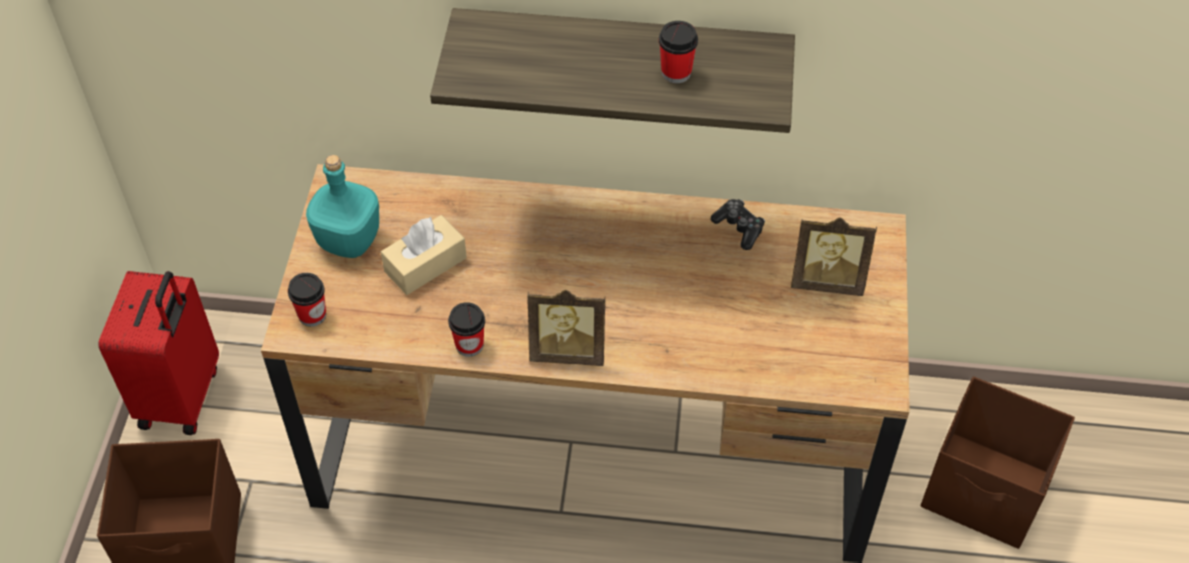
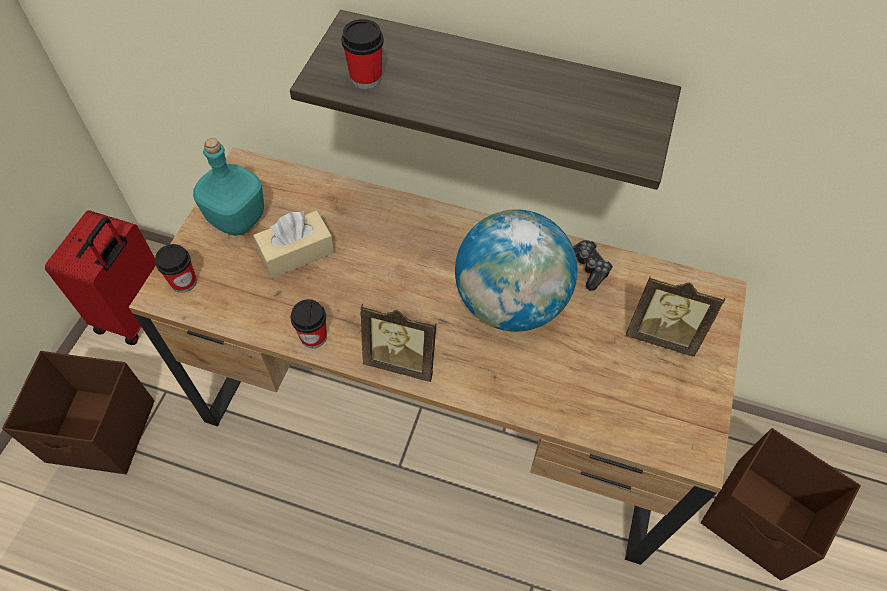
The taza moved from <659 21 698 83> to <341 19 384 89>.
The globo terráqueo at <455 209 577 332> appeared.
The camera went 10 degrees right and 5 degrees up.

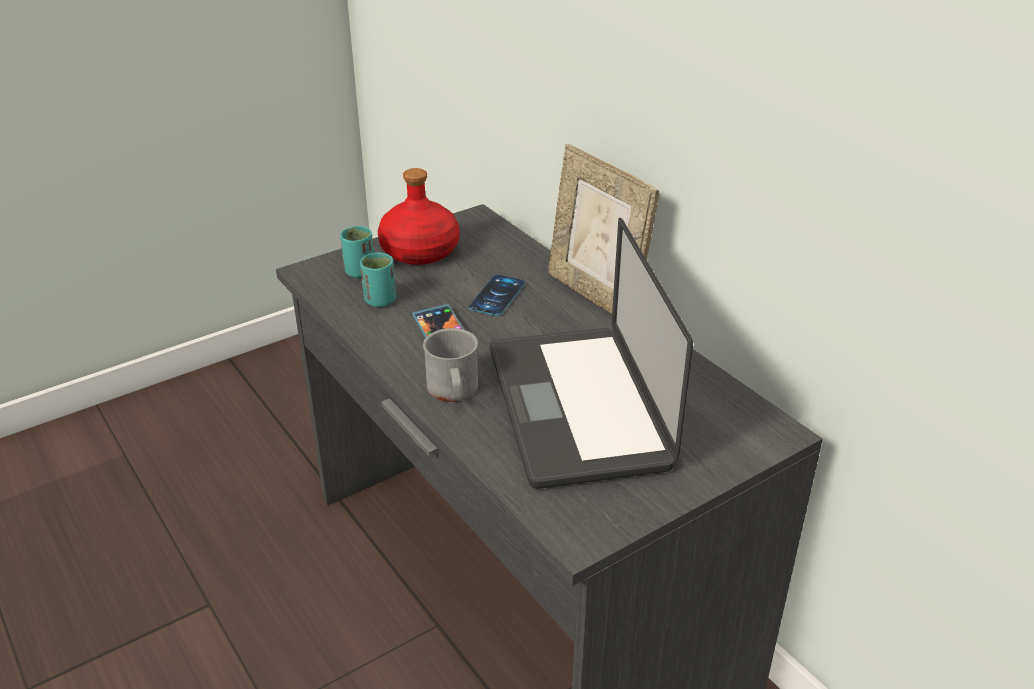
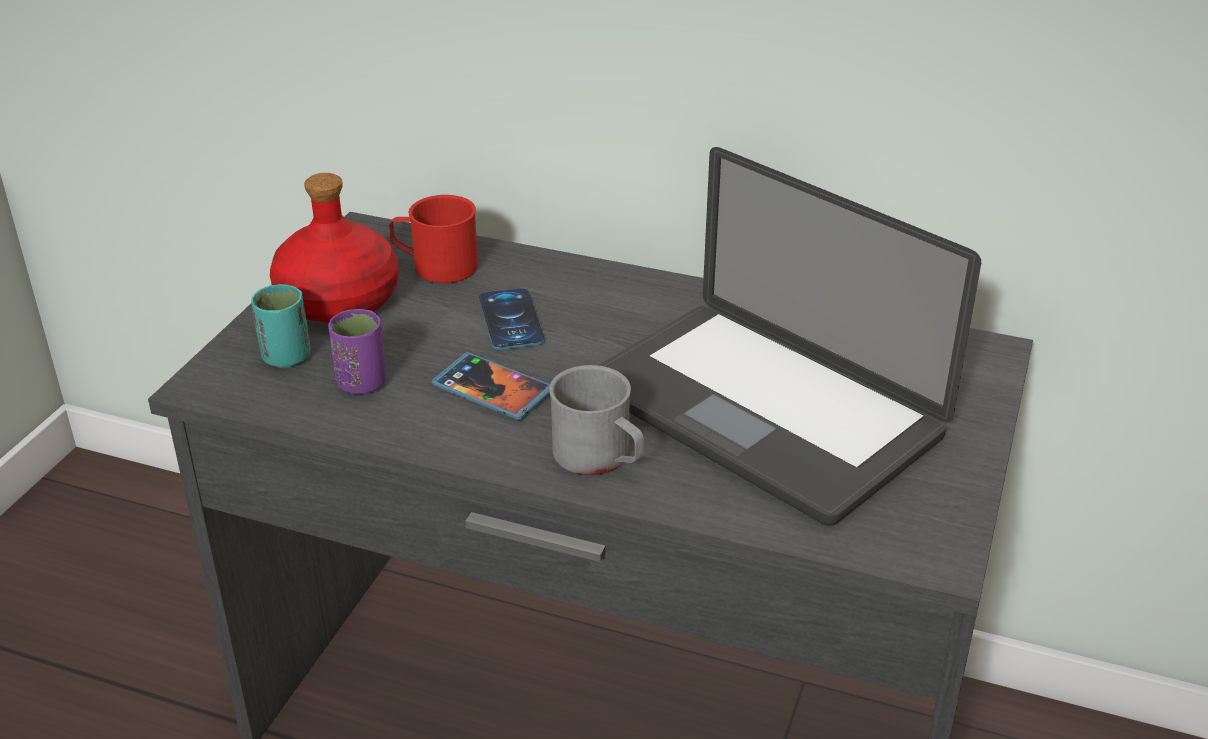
The taza [turquesa] at <360 253 396 307> became the taza [morado] at <328 309 386 394>.
The taza grande [rojo] at <389 195 478 283> appeared.
The portarretratos at <548 144 659 314> disappeared.
The camera went 35 degrees left and 0 degrees up.

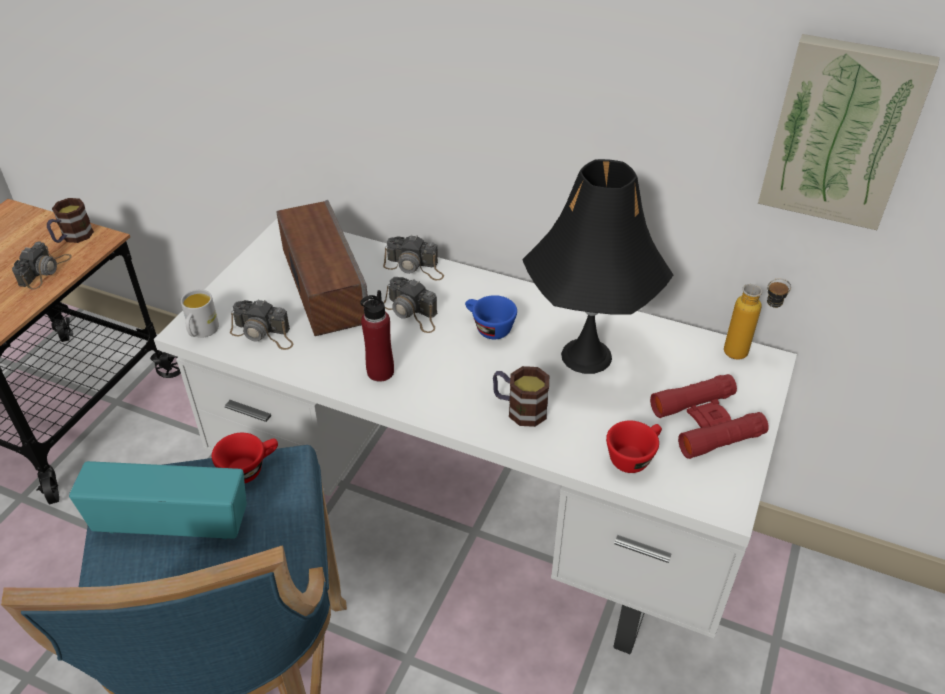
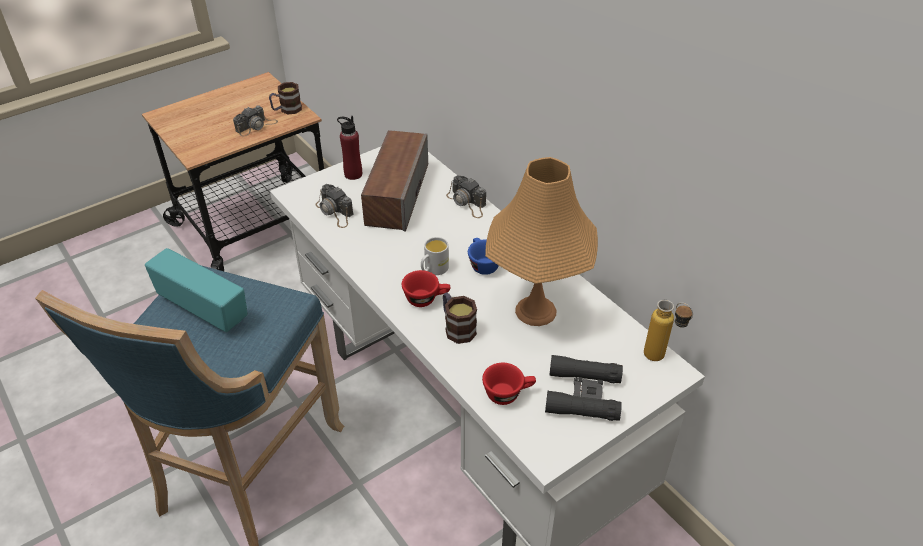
The botella [rojo] moved from <360 290 394 382> to <337 116 362 180>.
The taza [rojo] moved from <212 433 278 483> to <402 270 451 307>.
The taza grande [blanco] moved from <181 289 219 338> to <421 237 449 275>.
The lámpara de mesa [negro] at <522 159 673 374> became the lámpara de mesa [naranja] at <485 157 598 326>.
The prismáticos [rojo] at <650 374 769 459> became the prismáticos [negro] at <545 355 623 421>.
The cámara at <384 277 438 333> disappeared.
The cuadro at <758 34 940 230> disappeared.
The camera went 30 degrees right and 0 degrees up.

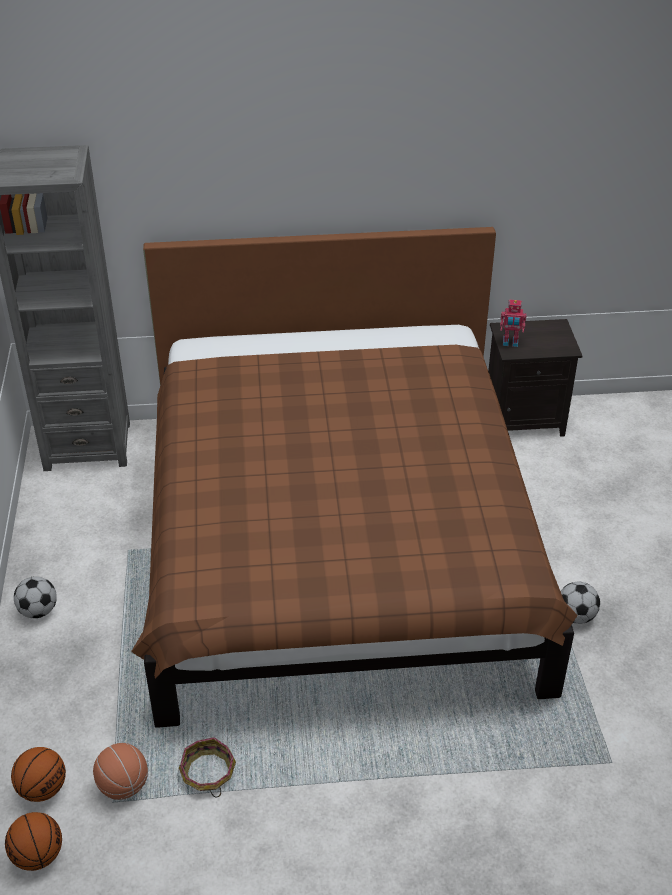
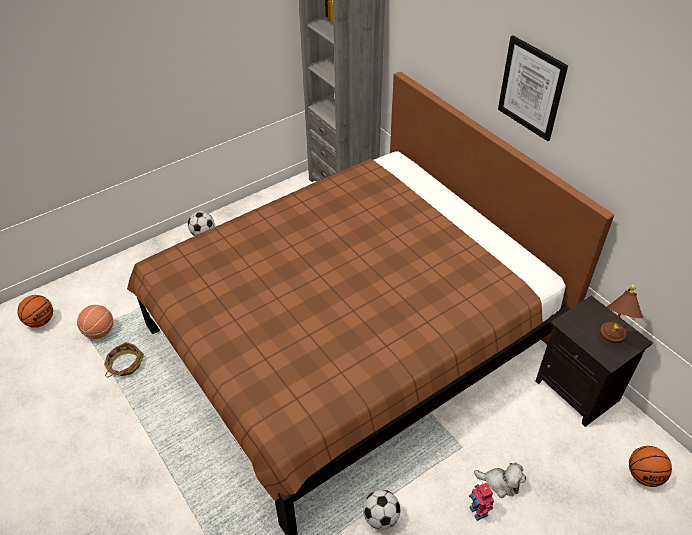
The robot de juguete moved from <500 300 527 347> to <469 482 494 521>.
The peluche at <474 463 526 498> appeared.
The cuadro at <498 36 568 141> appeared.
The lámpara de mesa [marrón] at <600 285 643 343> appeared.
The balón de baloncesto moved from <11 747 66 802> to <629 446 672 487>.
The camera went 60 degrees right and 5 degrees up.

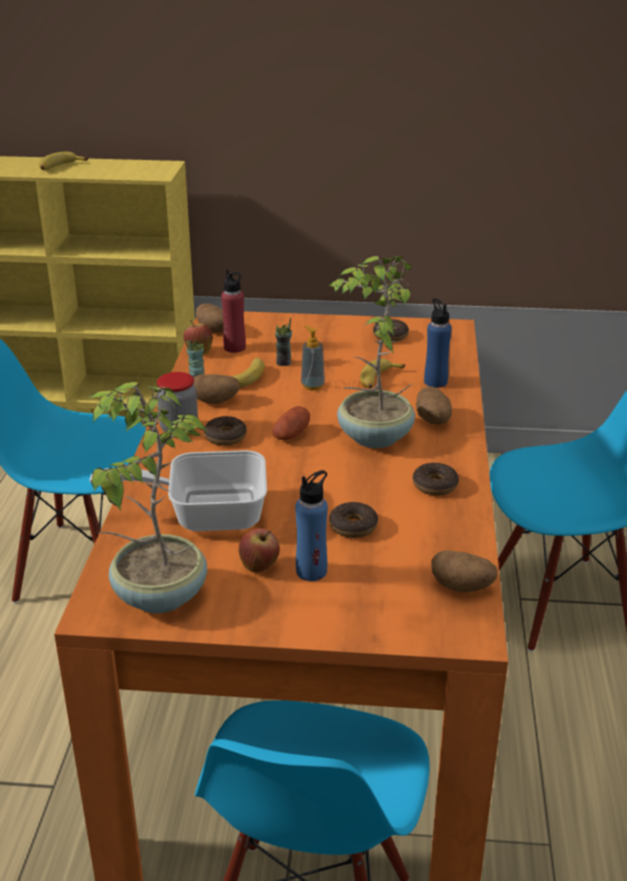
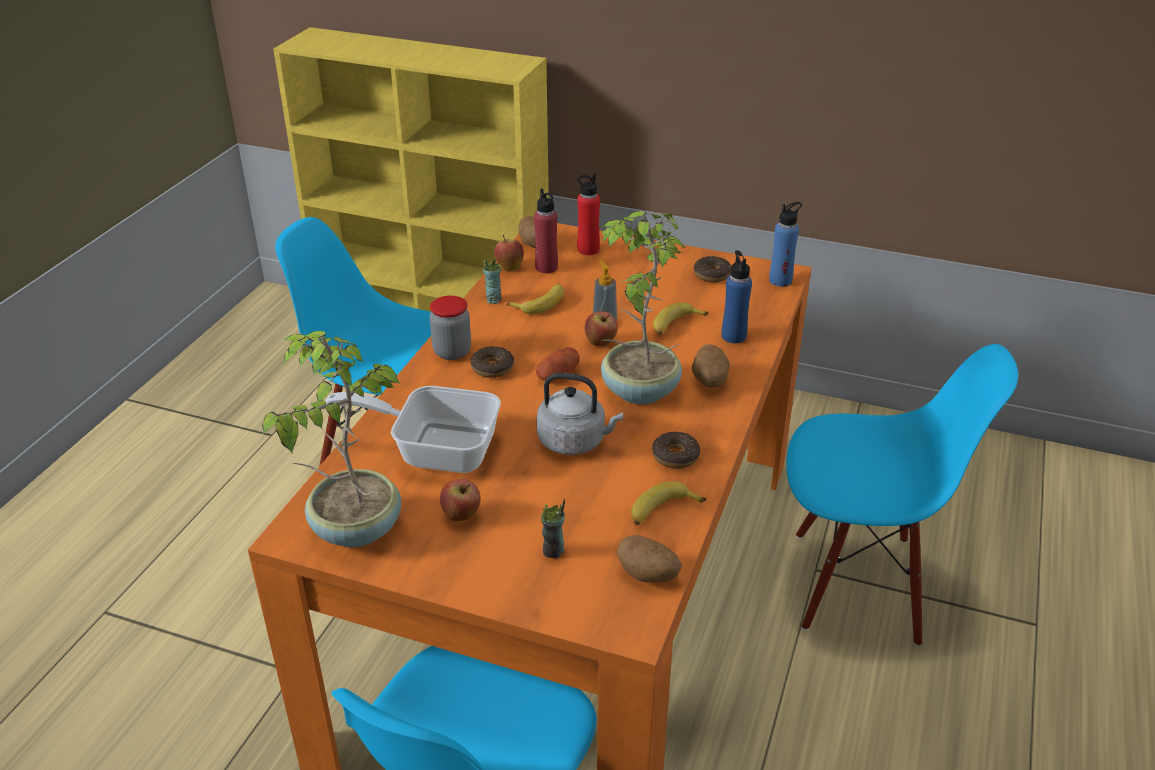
The hervidor [gris] at <537 373 623 455> appeared.
The taza moved from <275 318 292 366> to <541 498 565 559>.
The botella [rojo] at <577 173 600 255> appeared.
The manzana at <585 311 618 346> appeared.
The plátano moved from <39 152 88 170> to <631 481 706 525>.
The botella [azul] moved from <295 470 328 581> to <769 202 802 287>.
The patata at <193 374 240 404> disappeared.
The rosquilla at <329 502 378 538> disappeared.
The camera went 15 degrees right and 5 degrees up.

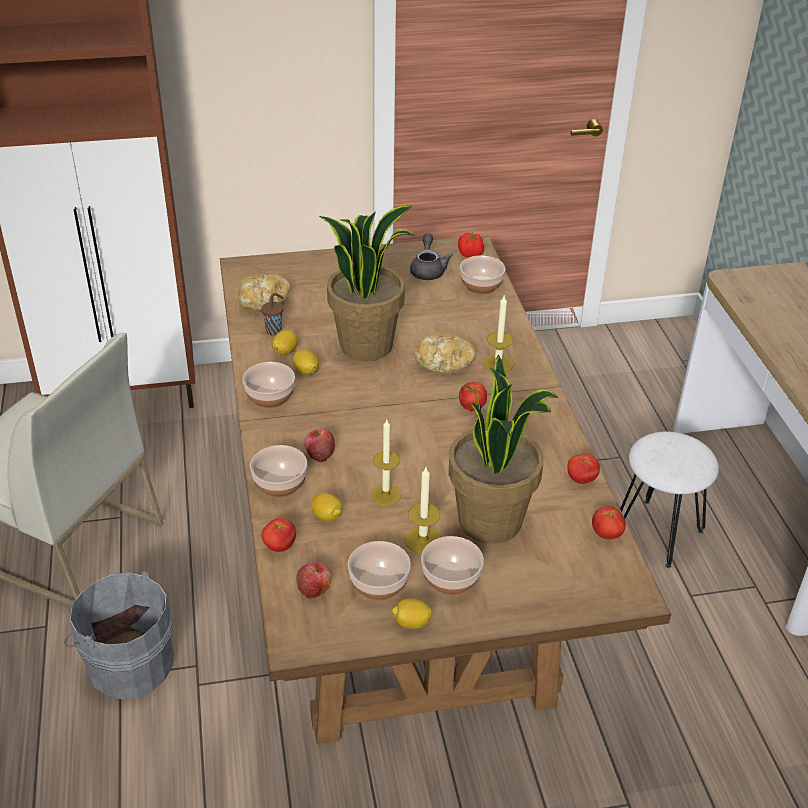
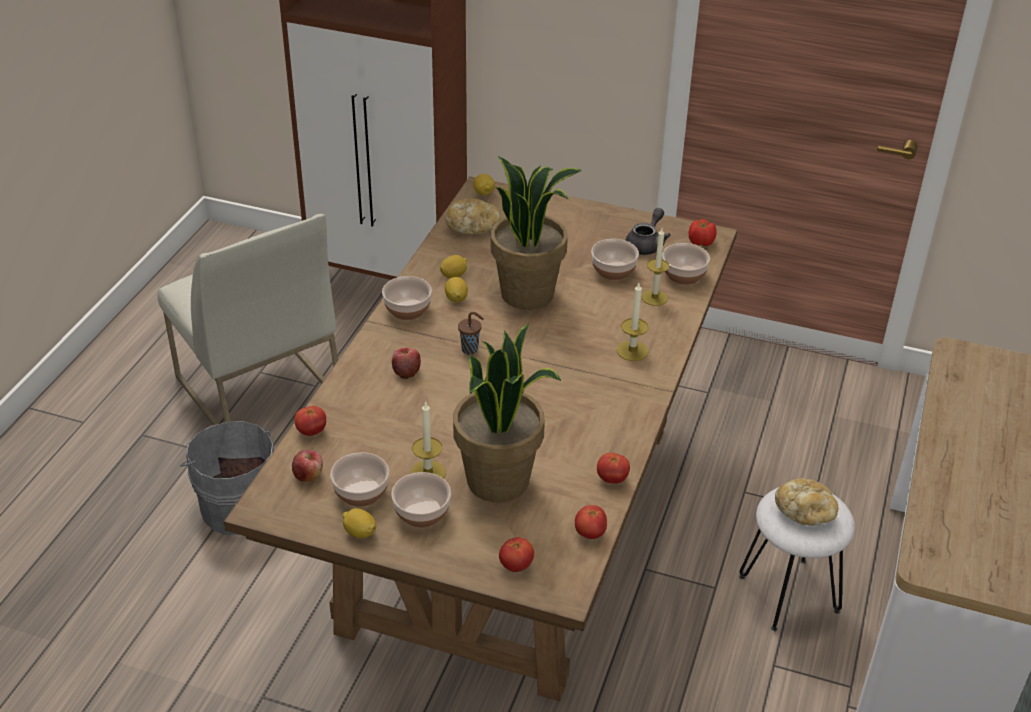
The taza [marrón] moved from <261 293 284 336> to <458 312 484 355>.
The limón moved from <311 493 342 522> to <473 174 495 196>.
The tomate moved from <459 382 487 411> to <499 537 534 572>.
The cuenco moved from <250 445 307 498> to <591 239 639 280>.
The vela moved from <371 420 401 506> to <642 228 669 306>.
The pan moved from <414 332 476 374> to <775 478 839 526>.
The camera went 30 degrees right and 0 degrees up.

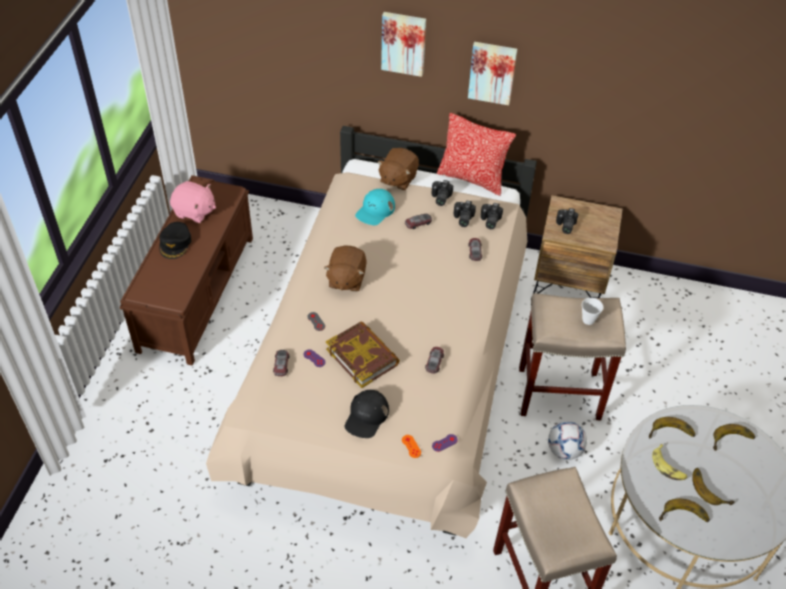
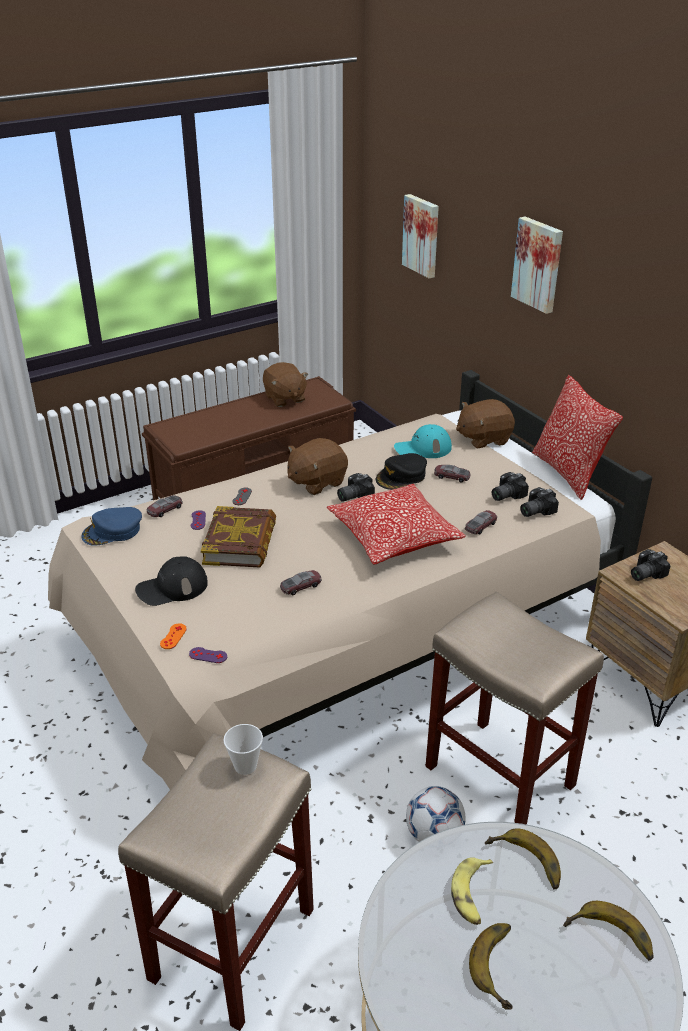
The gorra [azul] at <81 507 142 546> appeared.
The taza moved from <582 298 603 325> to <223 724 263 775>.
The peluche [rosa] at <170 181 216 223> became the peluche [marrón] at <263 362 308 407>.
The cojín at <327 484 466 565> appeared.
The cámara moved from <432 180 453 206> to <337 473 375 502>.
The gorra [negro] moved from <159 222 192 259> to <376 453 427 490>.
The cuadro moved from <468 42 517 105> to <402 194 439 279>.
The plátano at <659 499 710 522> disappeared.
The camera went 45 degrees right and 15 degrees down.

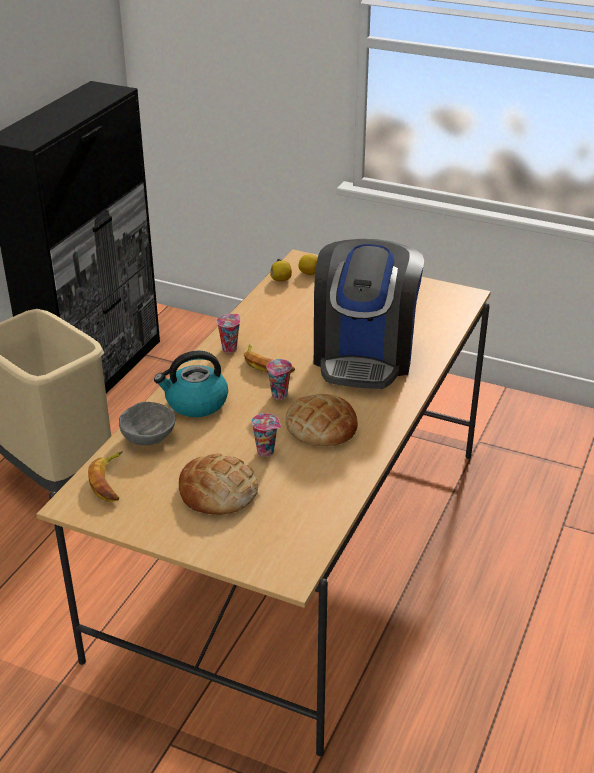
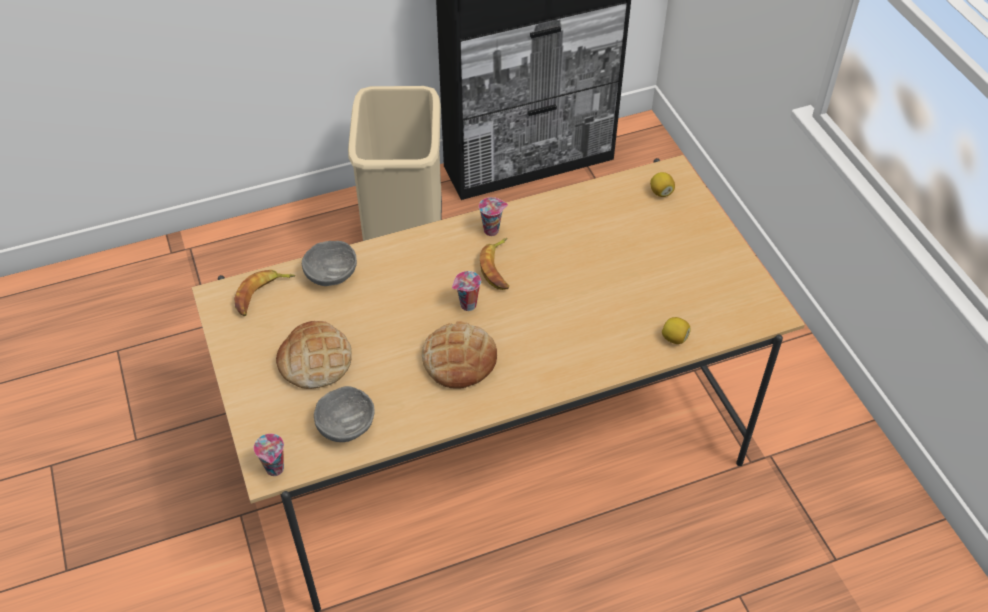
The taza moved from <251 413 281 457> to <254 434 284 476>.
The cuenco [gris] at <314 386 375 442> appeared.
The limón moved from <270 260 292 281> to <662 317 691 344>.
The hervidor at <154 350 228 417> disappeared.
The cafetera at <314 239 424 389> disappeared.
The camera went 45 degrees right and 15 degrees up.

